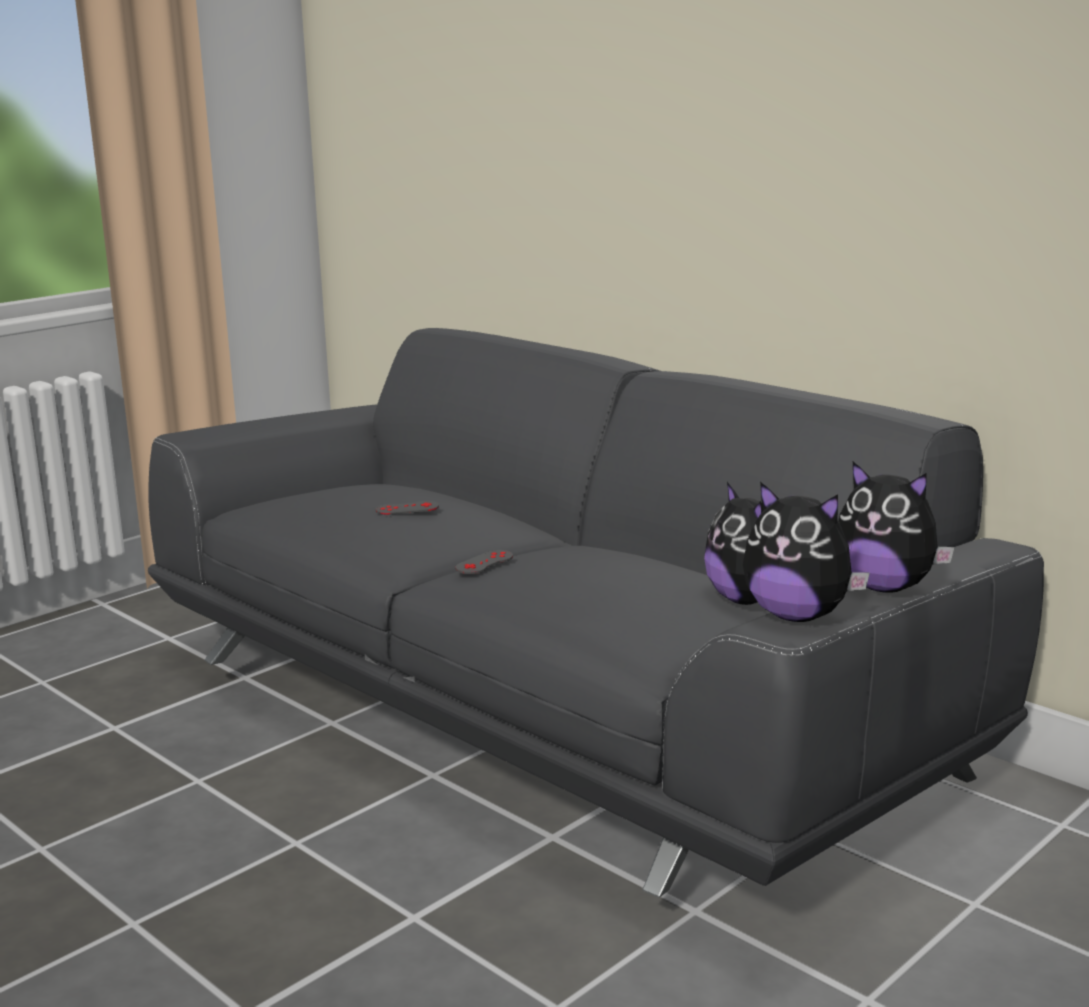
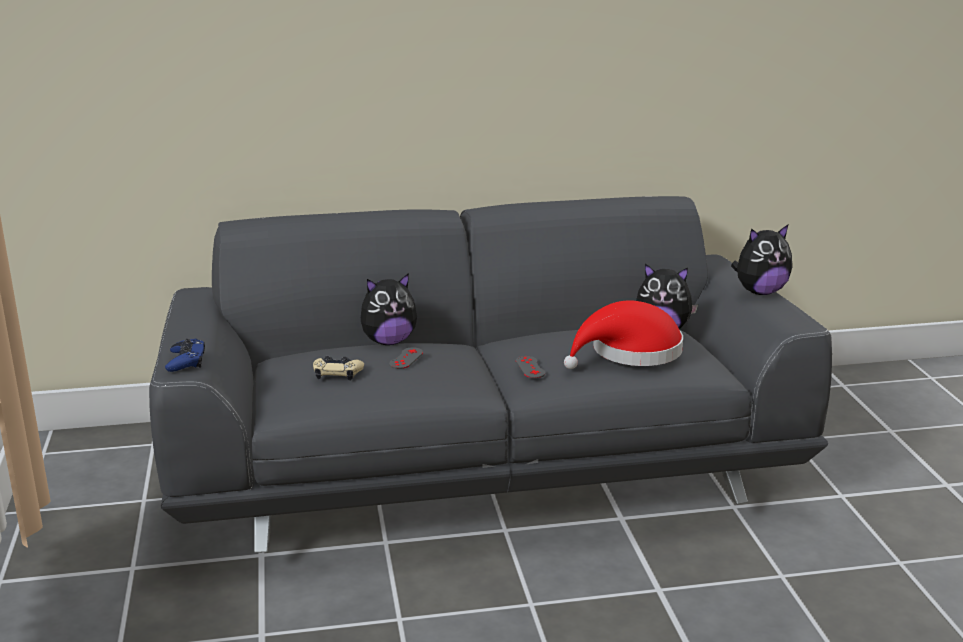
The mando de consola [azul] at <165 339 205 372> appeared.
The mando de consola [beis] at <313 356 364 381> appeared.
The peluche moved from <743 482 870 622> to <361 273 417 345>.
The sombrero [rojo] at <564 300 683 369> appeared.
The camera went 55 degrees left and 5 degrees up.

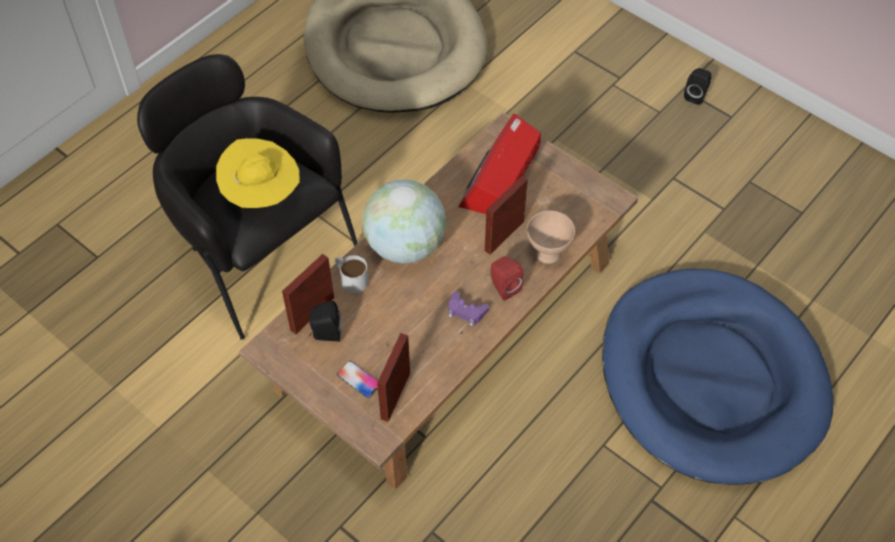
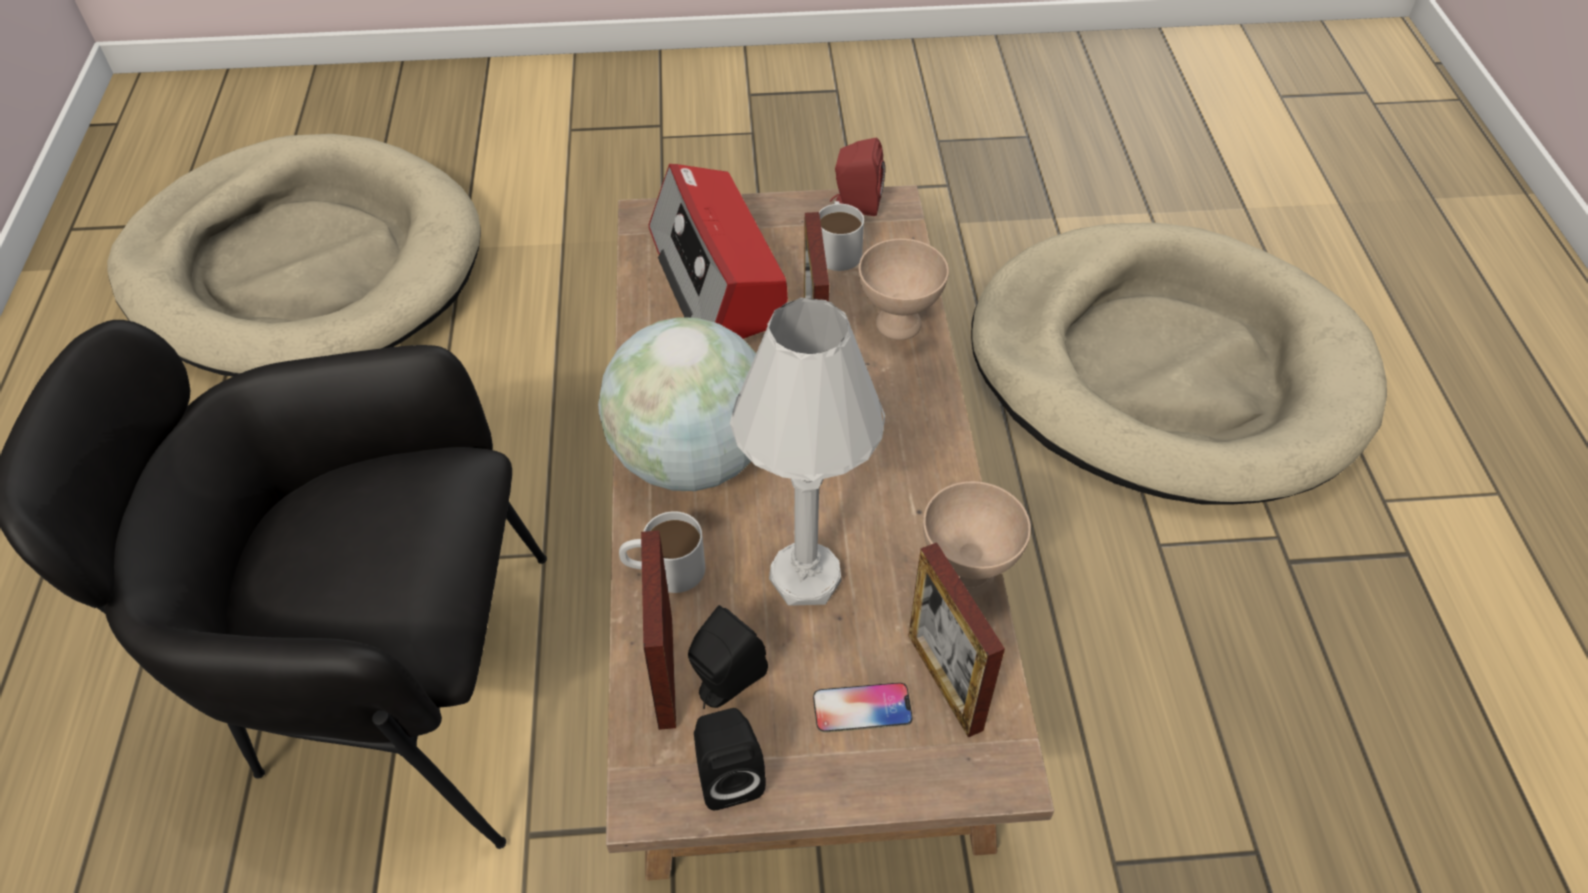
The altavoz [negro] moved from <684 68 711 105> to <694 708 766 810>.
The lámpara de mesa [blanco] at <730 298 885 606> appeared.
The taza grande [blanco] at <819 201 864 271> appeared.
The altavoz [rojo] moved from <491 256 523 301> to <830 138 885 216>.
The cuenco [beis] at <923 481 1031 597> appeared.
The cama para perro [azul] at <602 268 834 485> became the cama para perro [beis] at <971 223 1387 504>.
The sombrero [amarillo] at <216 138 299 208> disappeared.
The mando de consola [morado] at <448 292 488 326> disappeared.
The camera went 45 degrees left and 5 degrees down.

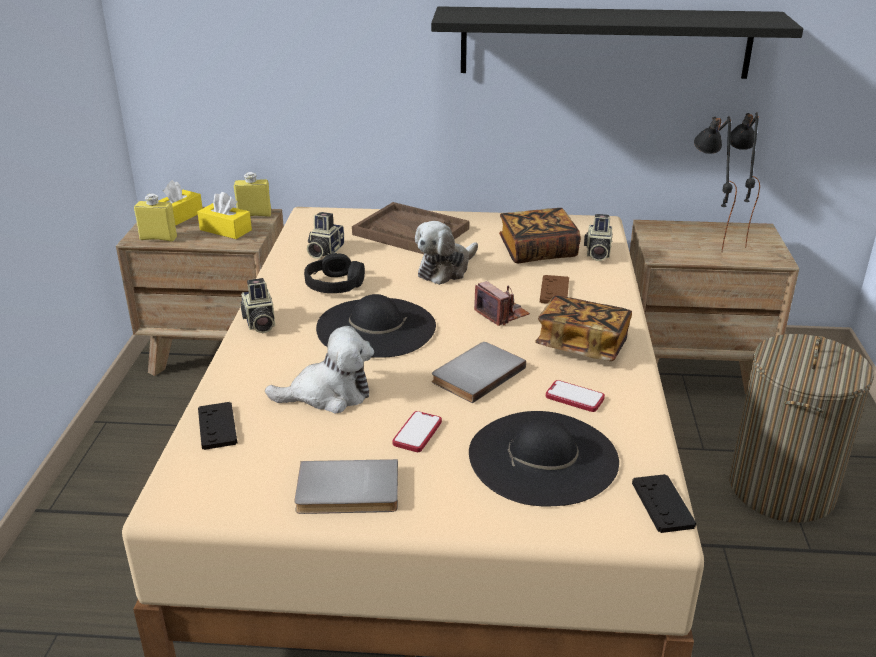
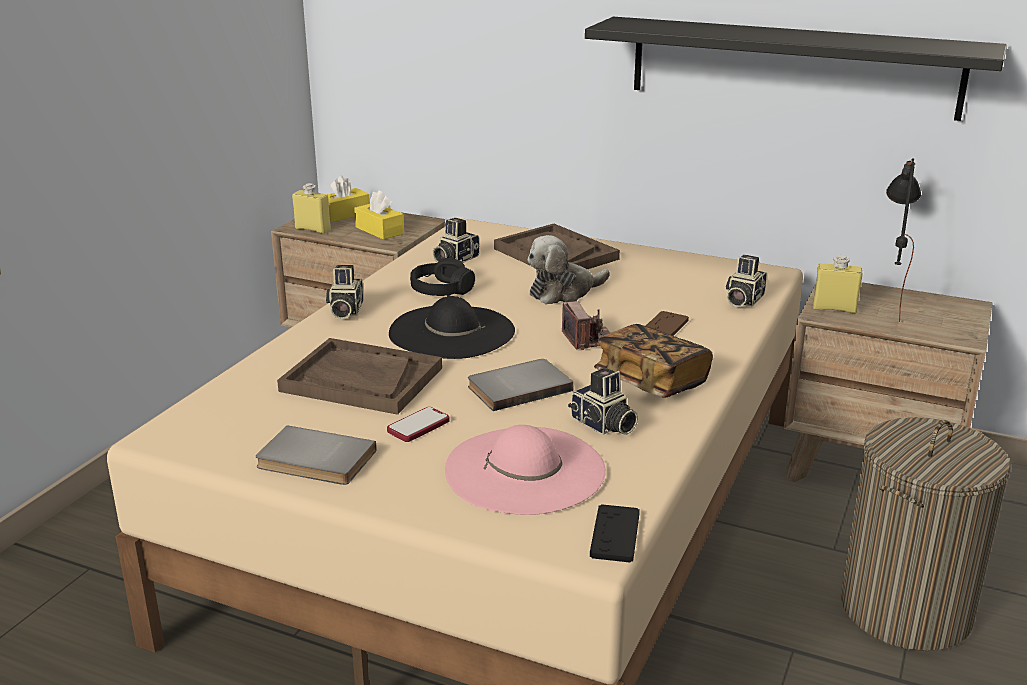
The peluche at <265 326 374 414> was replaced by the bandeja [marrón] at <277 338 442 415>.
The sombrero [negro] at <469 411 619 506> became the sombrero [rosa] at <445 425 606 515>.
The móvil at <546 380 605 412> was replaced by the cámara at <568 368 638 435>.
The botella [amarillo] moved from <234 172 271 217> to <813 255 862 314>.
The mando de consola [negro] at <198 402 237 450> disappeared.
The libro at <499 208 581 263> disappeared.
The lámpara de mesa [negro] at <730 112 760 248> disappeared.
The camera went 20 degrees right and 5 degrees down.

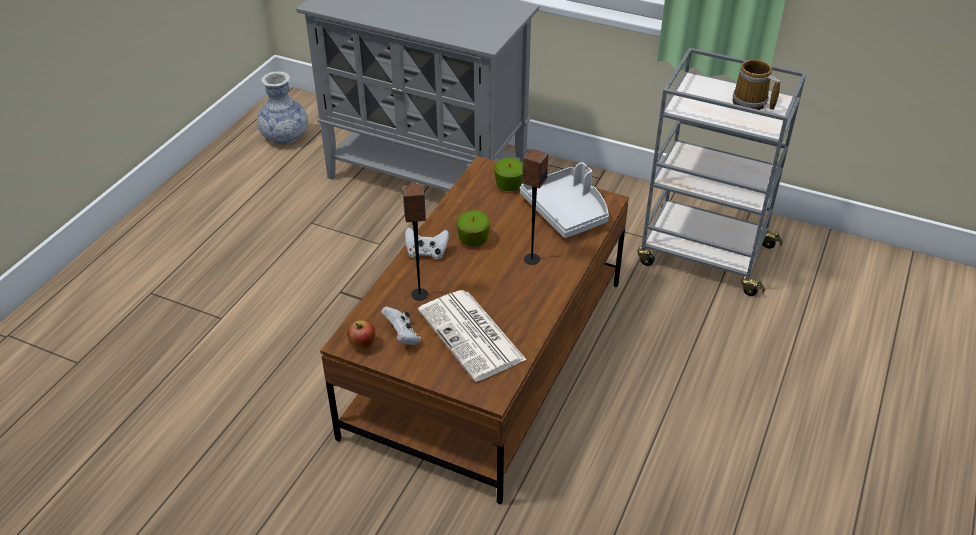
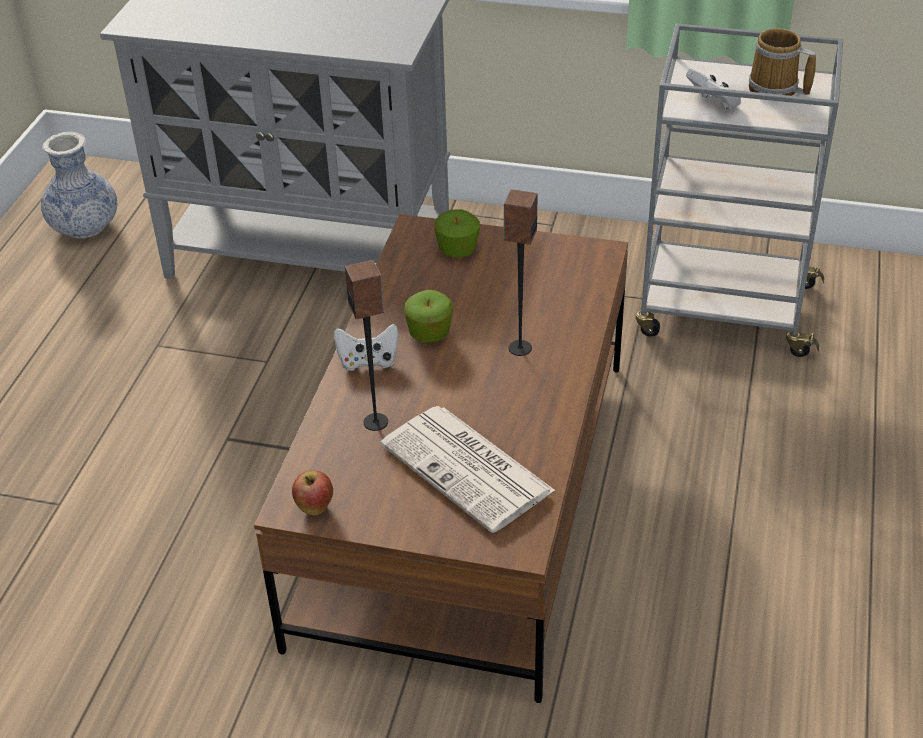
The mando de consola [blanco] moved from <381 307 421 345> to <686 69 741 109>.
The bandeja [gris] at <520 162 609 238> disappeared.
The camera went 10 degrees left and 0 degrees up.

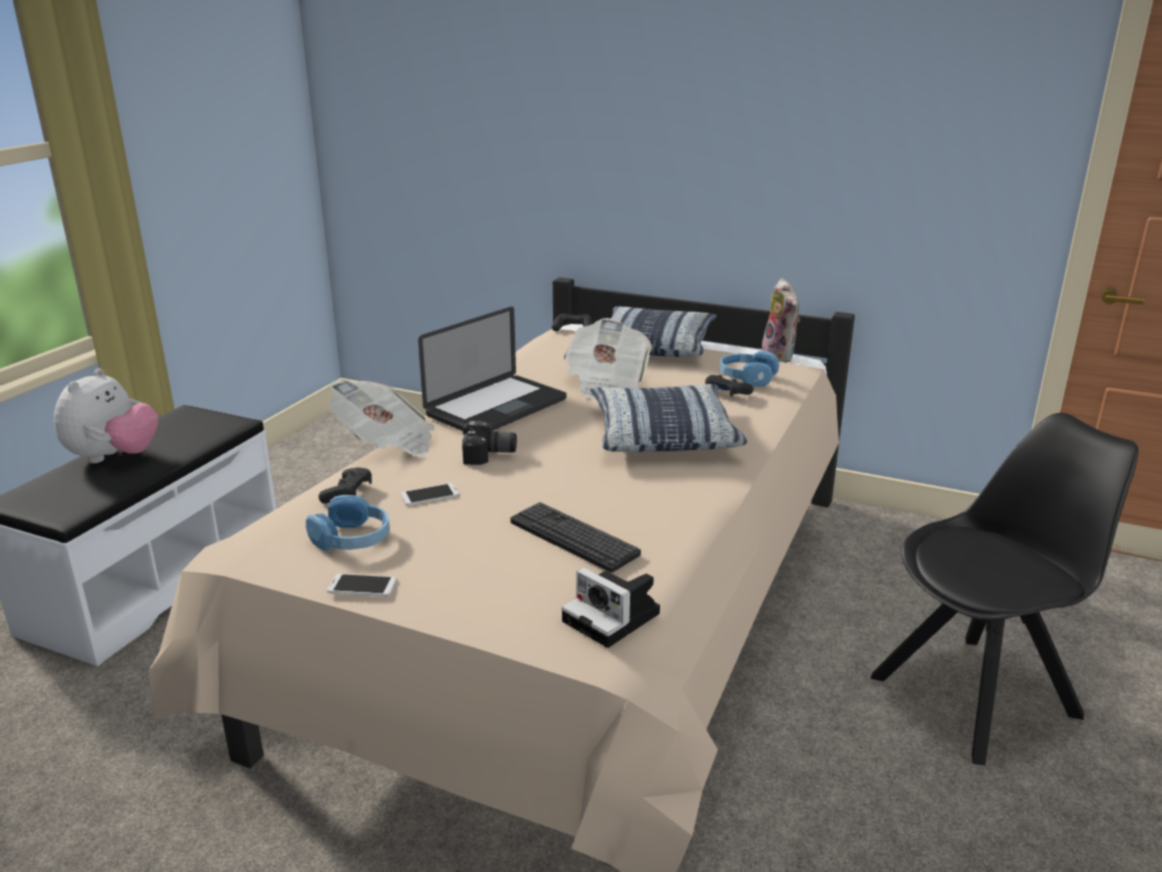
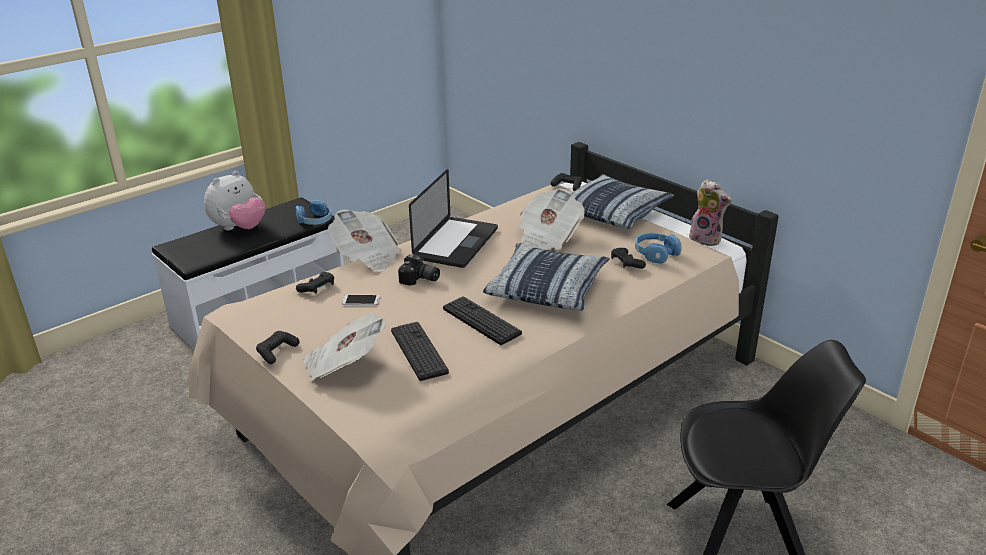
The móvil at <327 574 397 596> was replaced by the mando de consola [negro] at <256 331 299 364>.
The auriculares [azul] moved from <306 495 390 551> to <296 200 332 225>.
The periódico at <303 313 386 381> appeared.
The portátil at <418 307 567 432> turned 45 degrees counterclockwise.
The teclado at <443 296 522 345> appeared.
The peluche at <762 278 800 363> turned 60 degrees counterclockwise.
The cámara at <562 567 660 648> disappeared.
The camera went 25 degrees right and 5 degrees up.

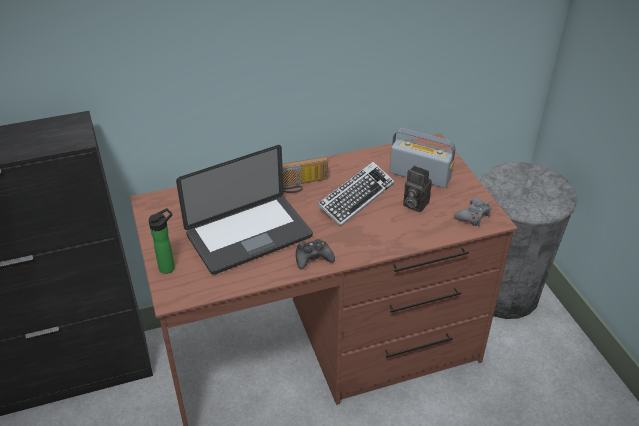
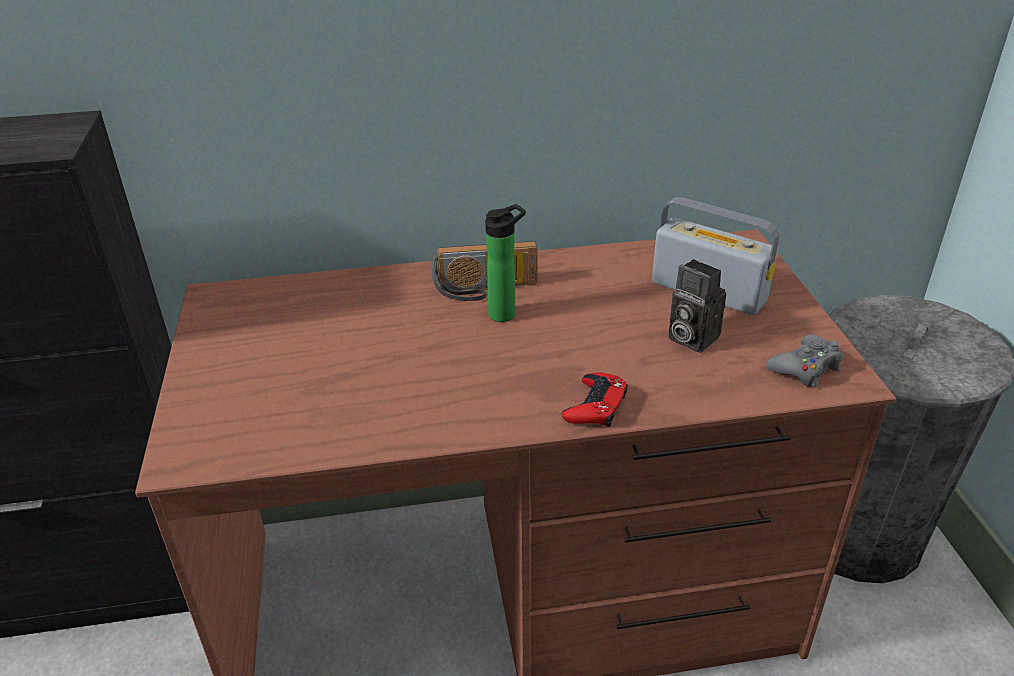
The botella moved from <148 208 175 274> to <485 204 526 322>.
The mando de consola [rojo] at <562 372 628 427> appeared.
The portátil at <176 145 313 275> disappeared.
The mando de consola [negro] at <296 239 335 270> disappeared.
The teclado at <317 162 394 227> disappeared.
The camera went 10 degrees right and 5 degrees down.

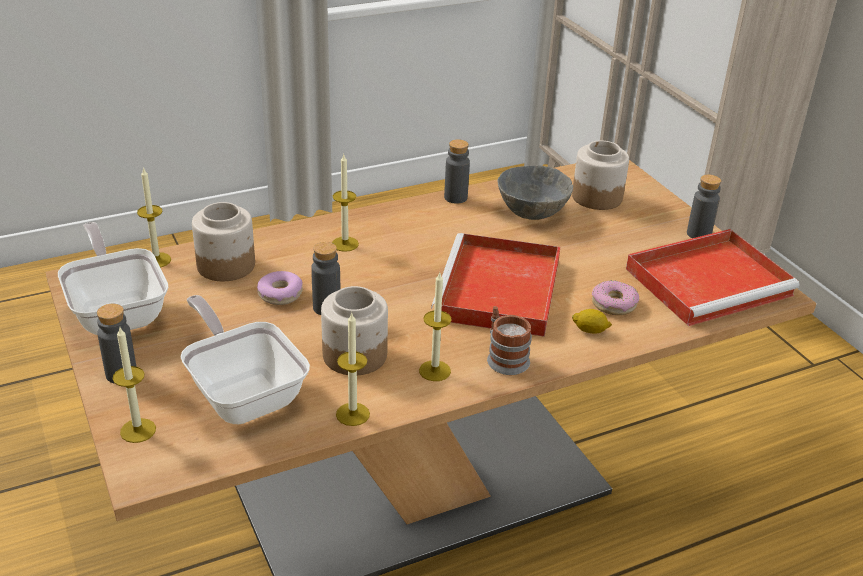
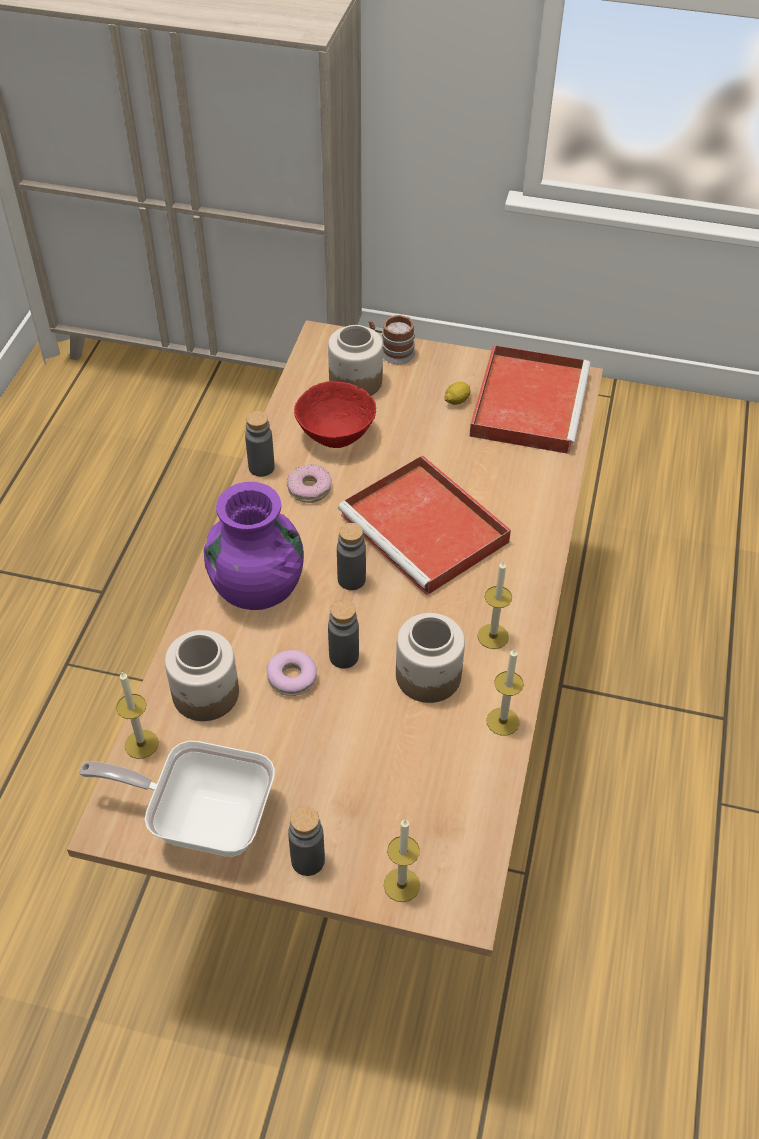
The vela at <332 155 359 252> was replaced by the florero [morado] at <204 482 304 610>.
The rosquilla moved from <592 280 639 315> to <287 464 332 503>.
The cuenco [gris] at <497 165 573 220> became the cuenco [rojo] at <294 381 376 448>.
The botella [gris] moved from <687 175 721 238> to <337 523 366 590>.
The taza grande moved from <487 306 532 375> to <369 315 415 364>.
The limón moved from <572 309 612 334> to <444 382 471 405>.
The sartén at <181 295 310 424> disappeared.
The camera went 50 degrees left and 15 degrees up.

